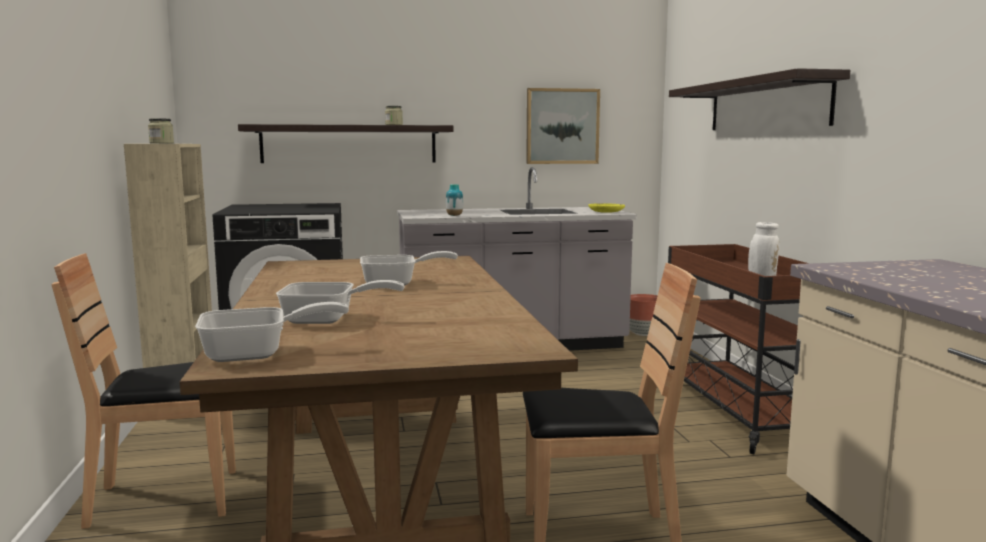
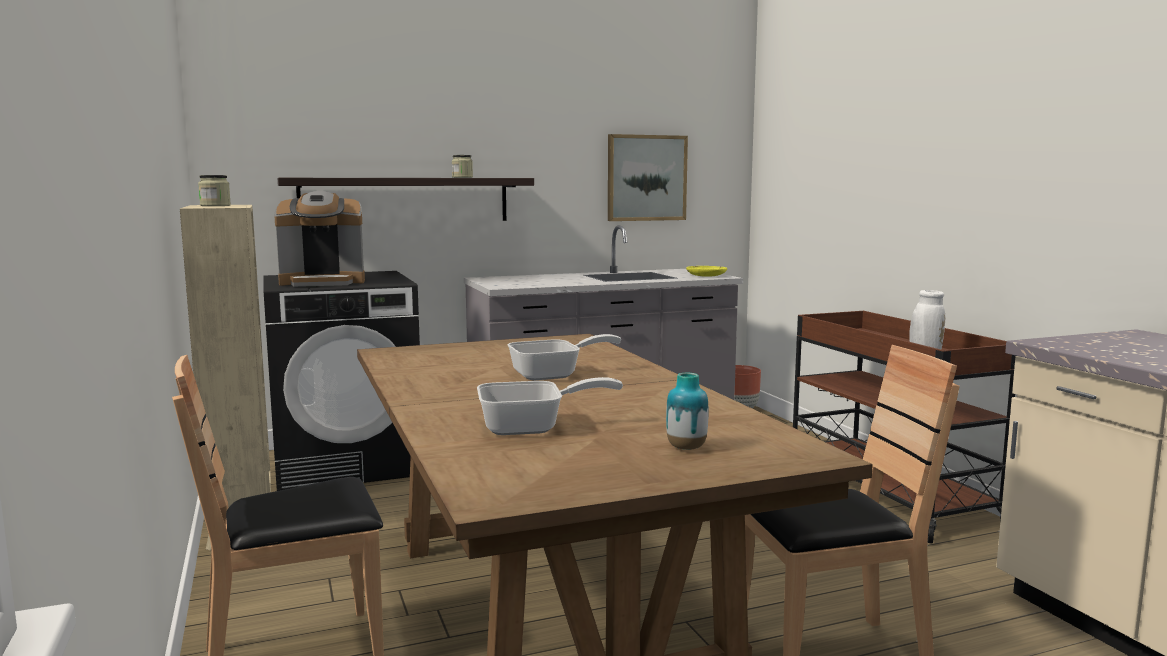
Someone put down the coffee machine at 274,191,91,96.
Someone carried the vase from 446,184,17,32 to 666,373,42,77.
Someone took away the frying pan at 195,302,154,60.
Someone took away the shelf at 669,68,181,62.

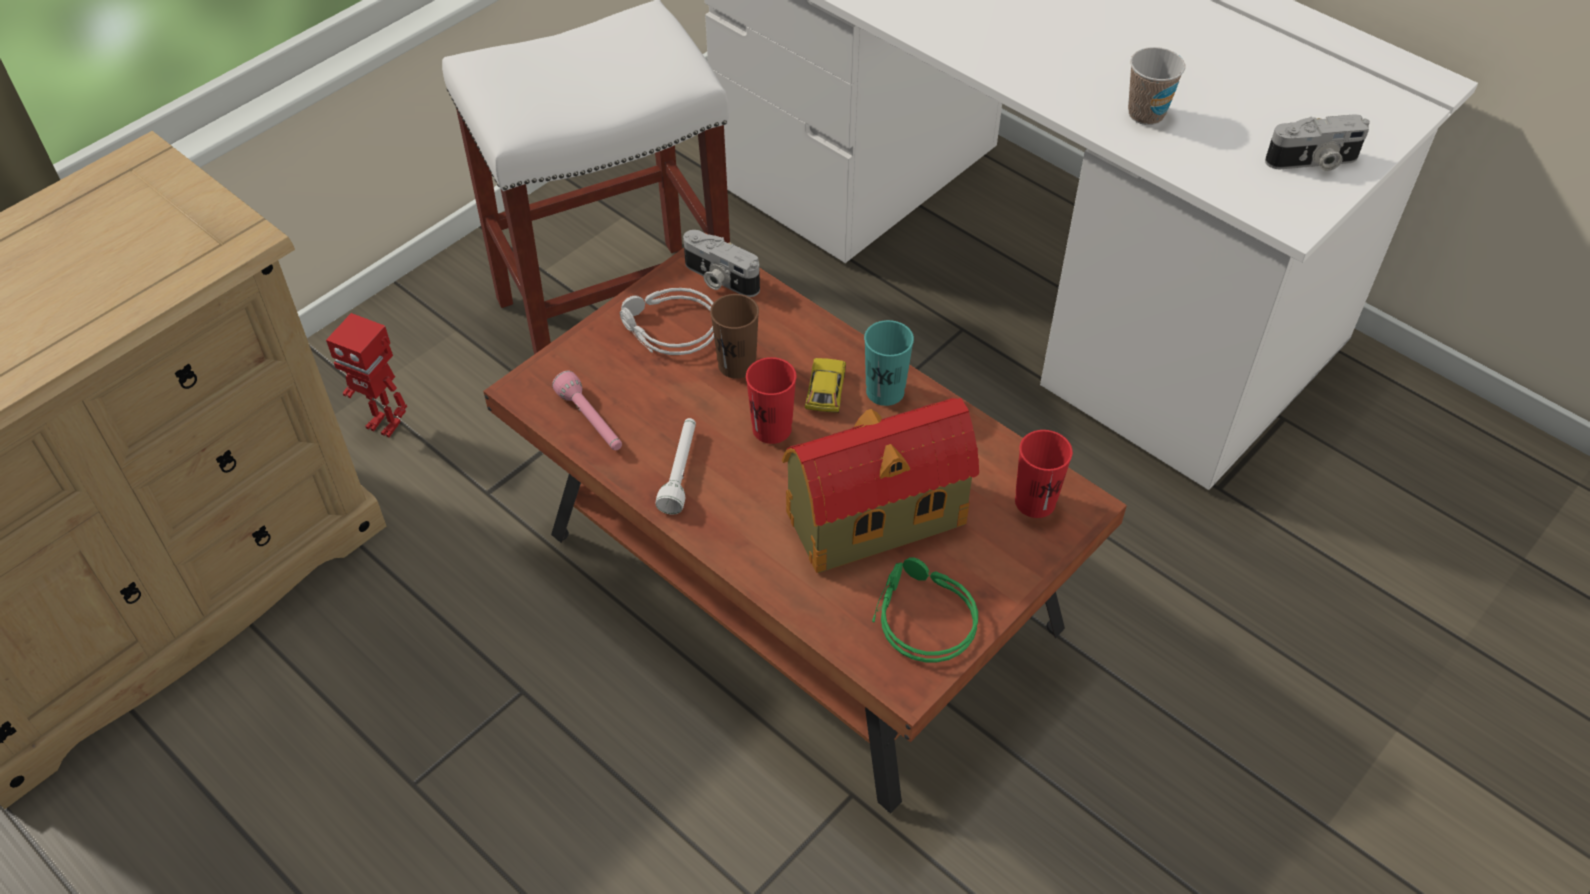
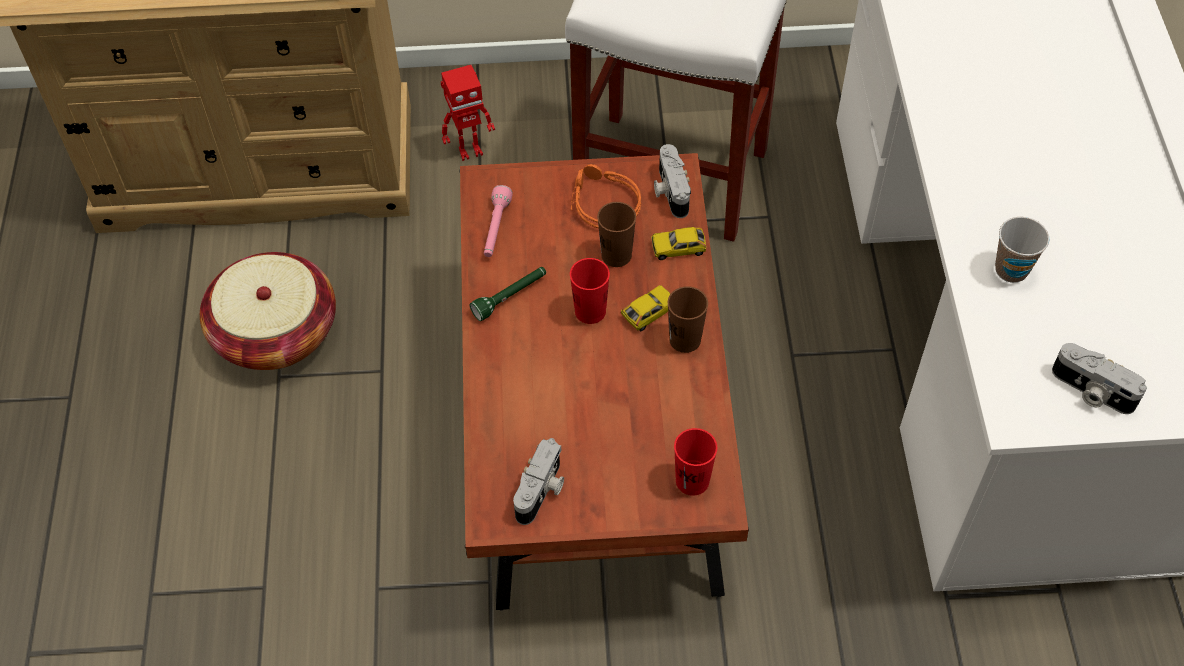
Someone put down the basket at 200,252,136,118.
Someone rotated the toy robot at 326,313,81,125 by 90 degrees counterclockwise.
Someone repainted the white flashlight at 656,418,40,97, which became the green flashlight at 469,267,77,54.
Someone swapped the green headphones at 872,557,106,105 for the photo camera at 513,438,51,87.
Someone repainted the grey headphones at 620,288,94,67, which became the orange headphones at 571,164,70,64.
Someone put down the toy car at 651,227,55,33.
Someone repainted the turquoise cup at 864,320,50,86, which became the brown cup at 668,286,40,67.
Someone took away the toy house at 782,398,197,175.

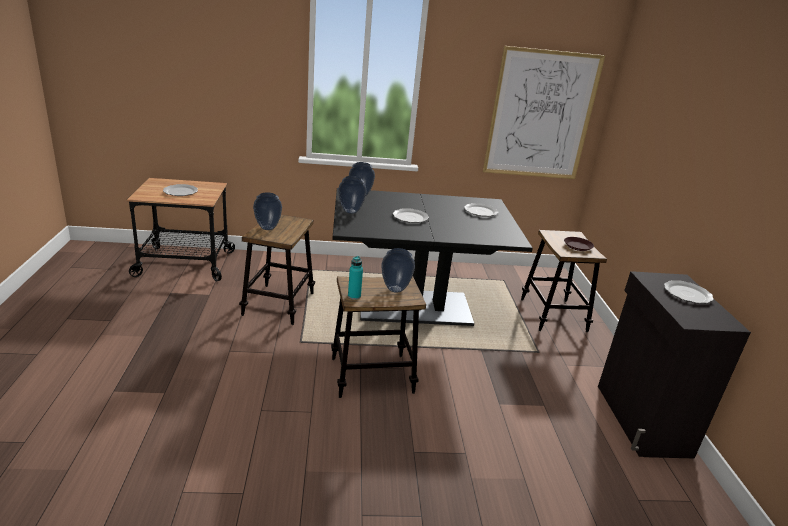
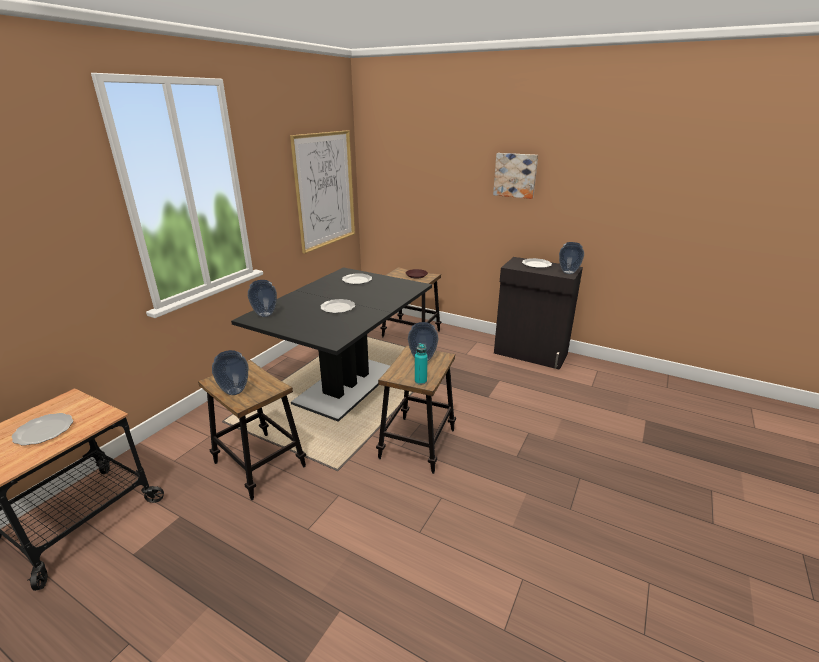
Someone put up the picture at 493,153,45,46.
Someone carried the vase from 338,176,29,38 to 559,242,25,32.

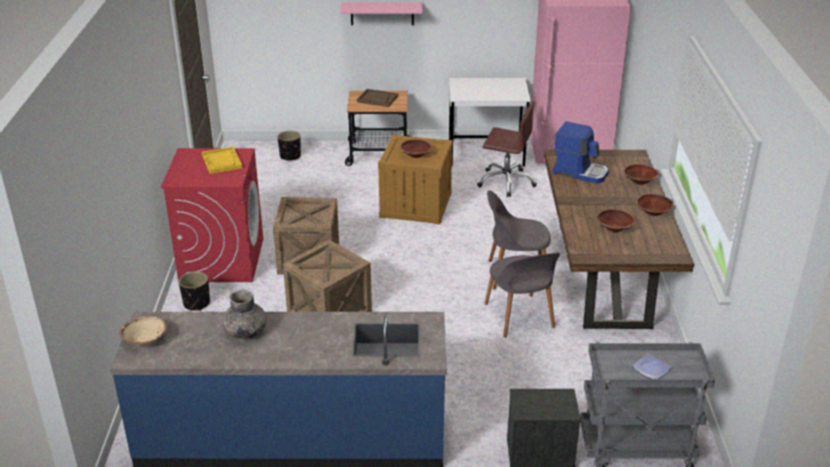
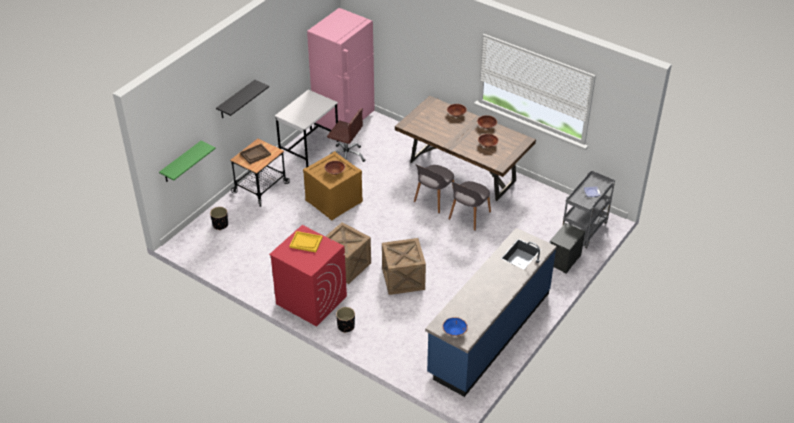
Someone put up the green shelf at 159,141,57,41.
Someone repainted the pink shelf at 340,3,83,22, which became the black shelf at 216,80,53,39.
Someone rotated the brown office chair at 477,101,60,96 by 60 degrees clockwise.
Someone repainted the beige bowl at 120,316,47,30, which became the blue bowl at 443,317,25,19.
Someone rotated the grey chair at 484,253,76,85 by 105 degrees clockwise.
Someone took away the grey vase at 222,289,45,50.
Someone took away the coffee machine at 553,121,56,63.

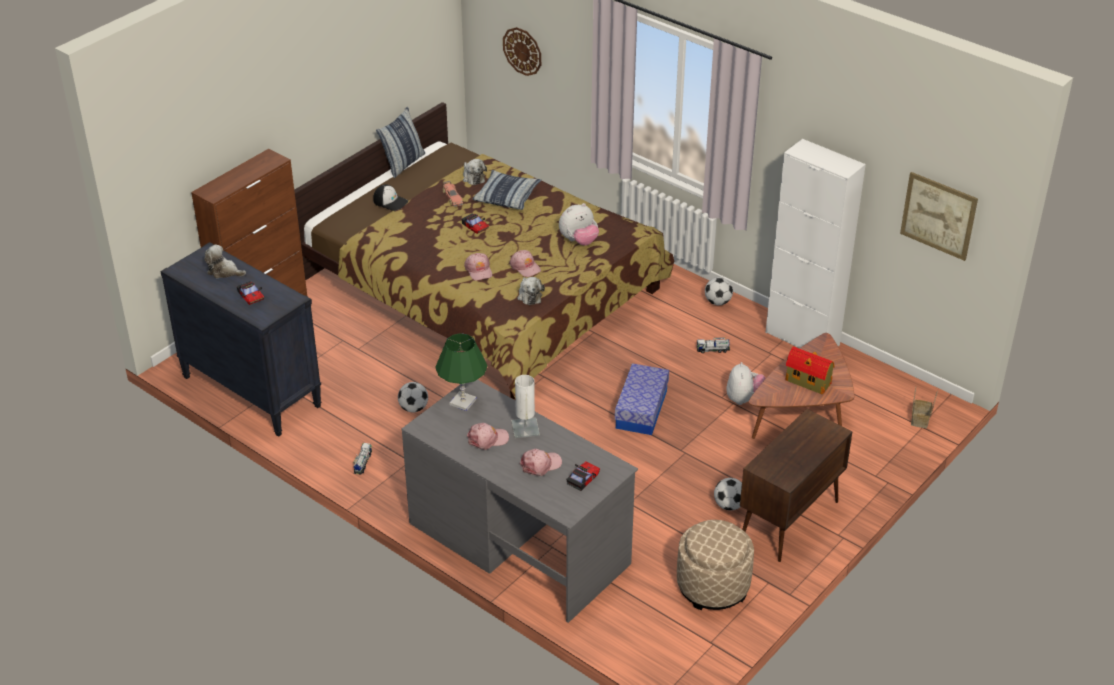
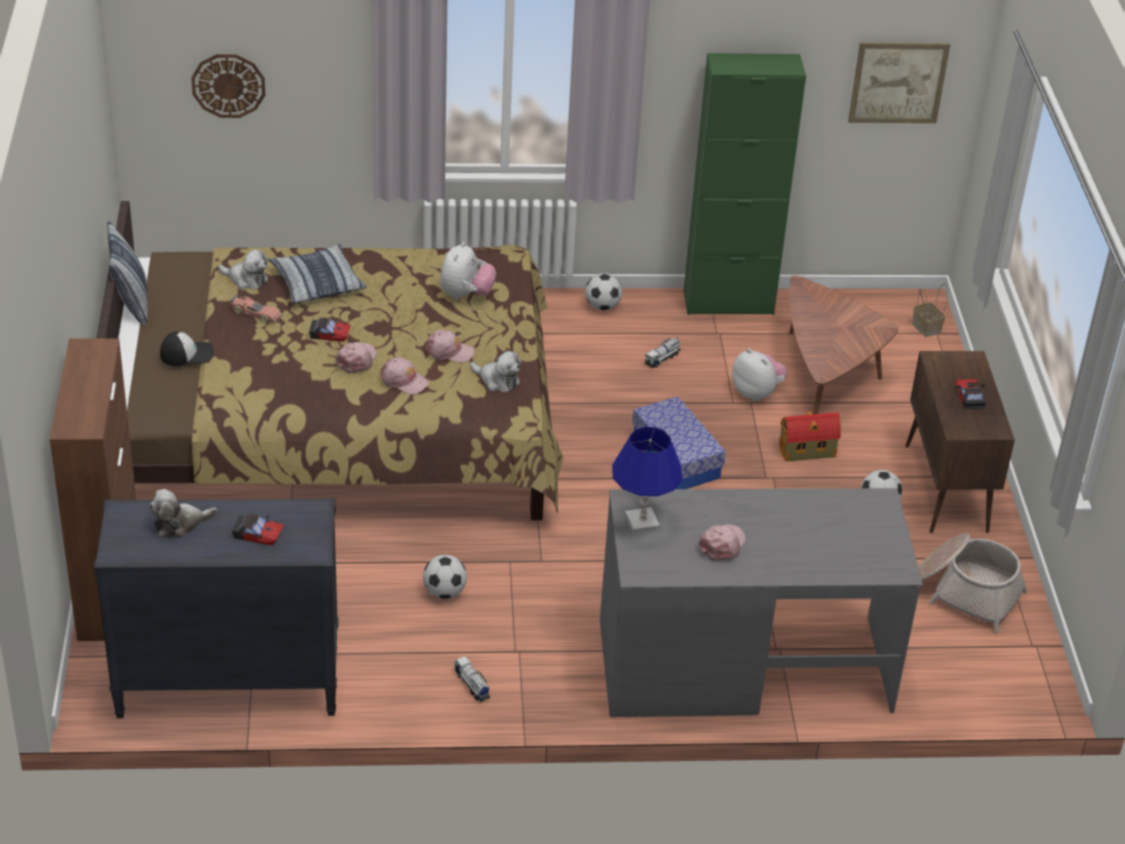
Someone carried the pink cap from 520,449,42,27 to 335,342,42,31.
Someone repainted the green table lamp at 435,333,52,78, which became the blue table lamp at 612,427,71,106.
Someone repainted the white cabinet at 765,139,101,209, which became the green cabinet at 683,53,123,262.
Someone carried the toy house from 786,346,49,49 to 779,412,62,50.
Someone swapped the beige ottoman at 677,520,77,90 for the basket at 918,533,109,100.
Someone carried the toy car from 566,461,34,30 to 956,379,30,30.
Someone took away the white table lamp at 511,375,29,63.

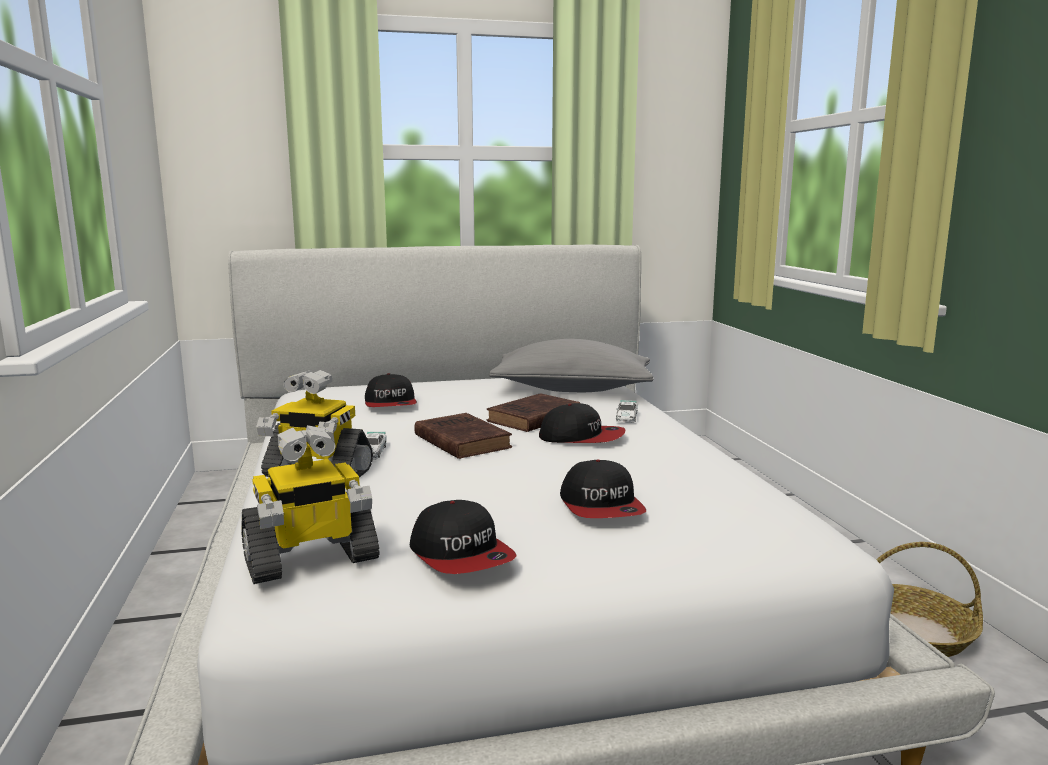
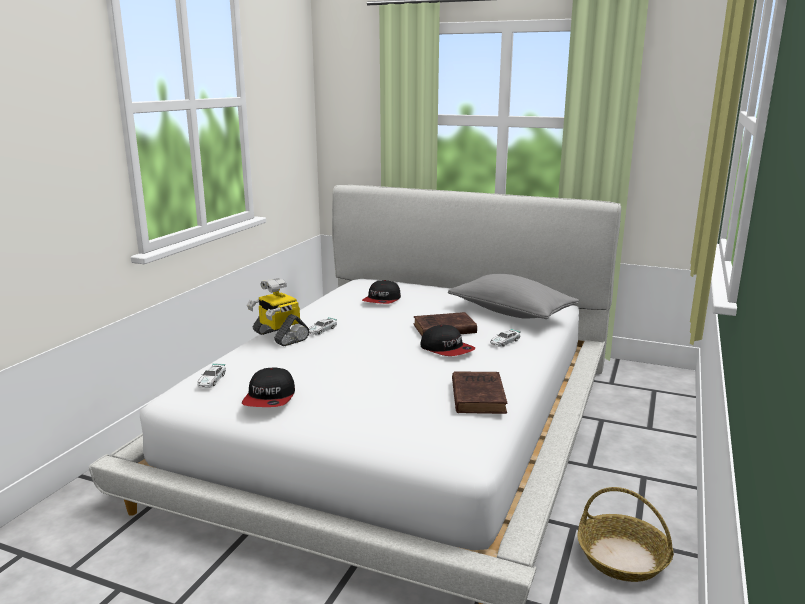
Someone swapped the toy robot at 241,425,139,159 for the toy car at 197,363,29,25.
Someone carried the brown book from 414,413,98,46 to 452,371,55,43.
Someone took away the cap at 560,460,86,58.

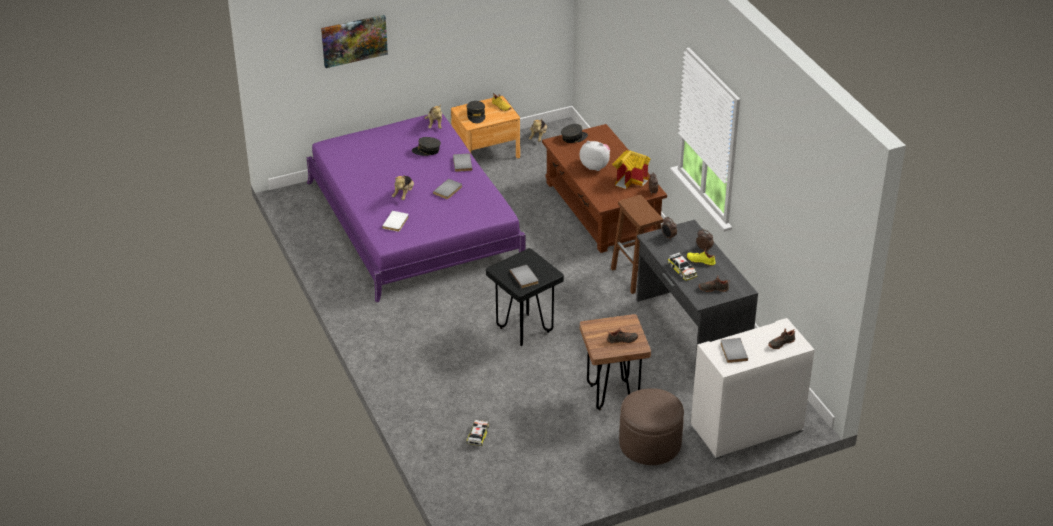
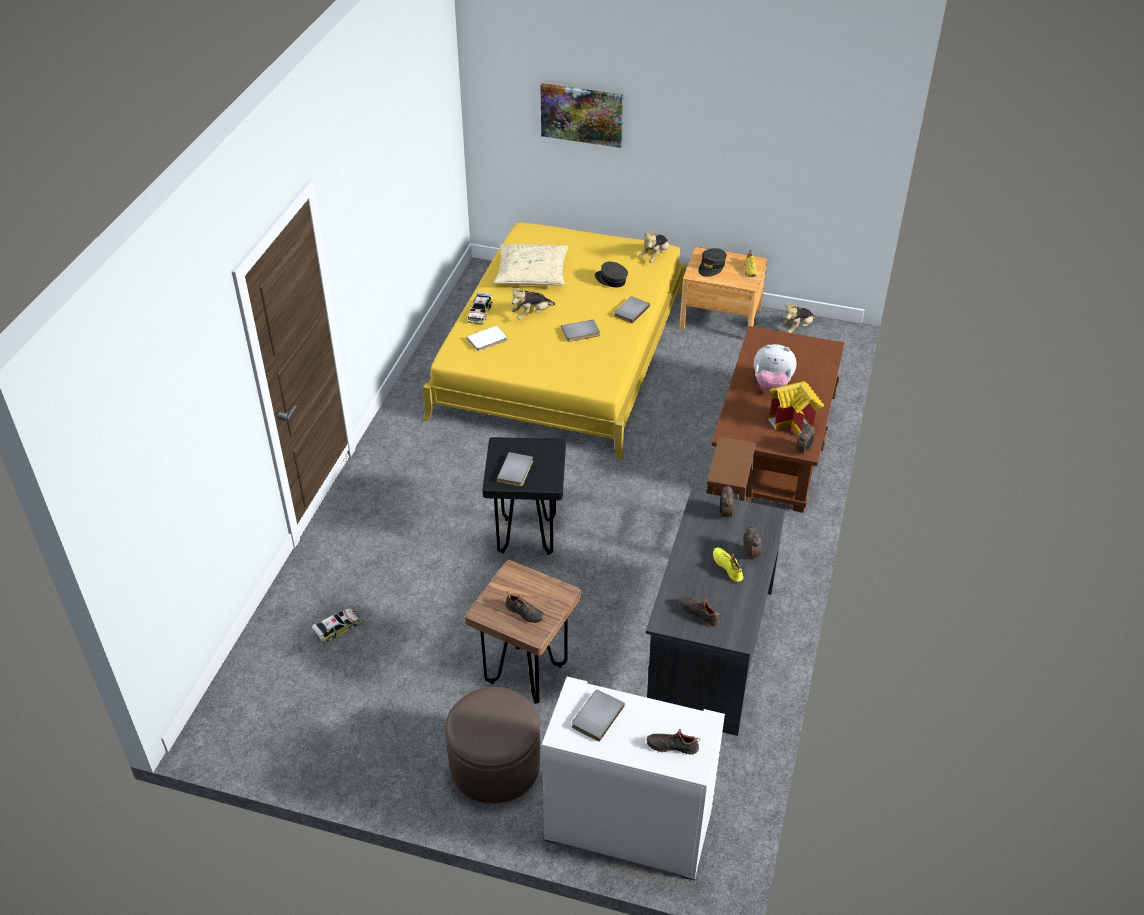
Someone repainted the purple bed at 307,114,219,189, which became the yellow bed at 423,222,263,239.
Someone carried the toy car from 668,252,29,29 to 468,292,25,32.
Someone put down the beige pillow at 494,244,75,42.
Someone rotated the plush toy at 580,141,30,30 by 135 degrees clockwise.
Someone took away the grey cap at 561,124,27,19.

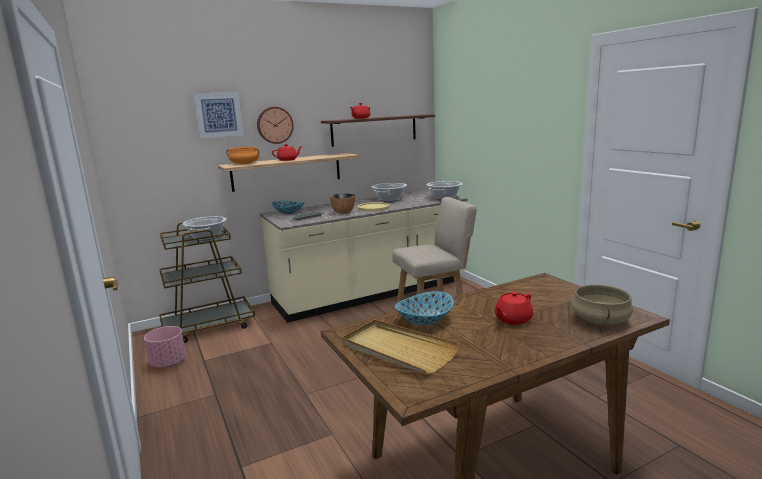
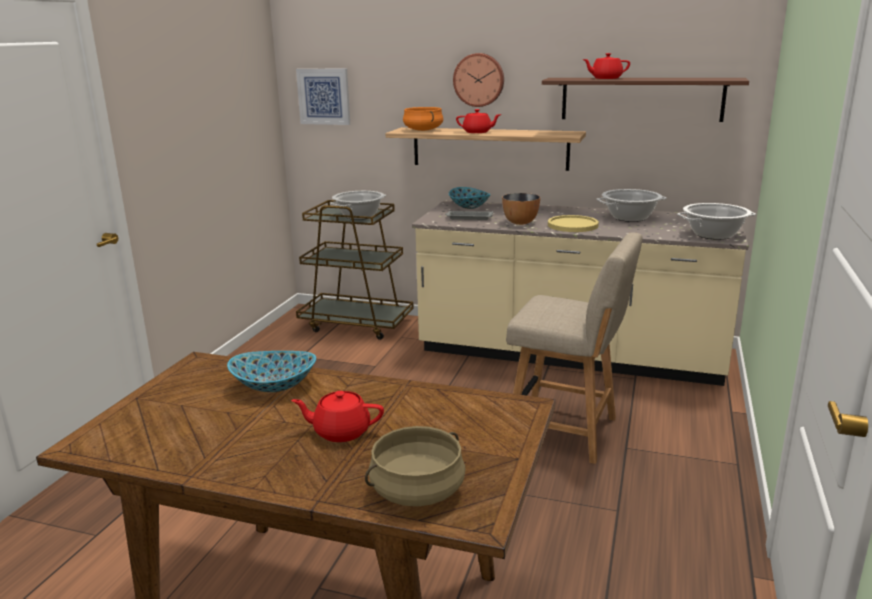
Someone carried the picture from 193,92,51,47 to 296,69,54,56.
Someone took away the pink planter at 144,326,42,41.
Someone took away the beige tray at 342,320,119,54.

